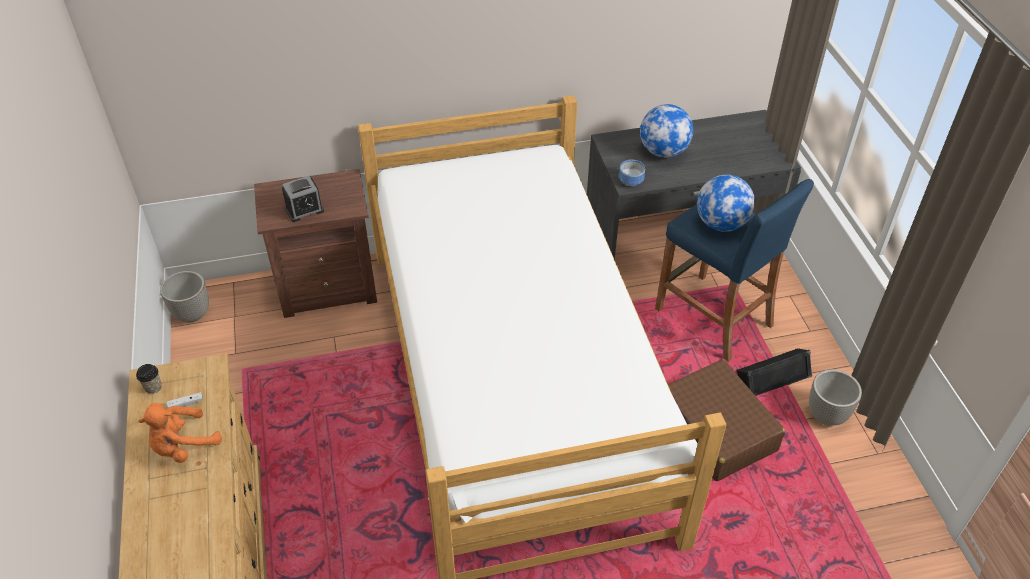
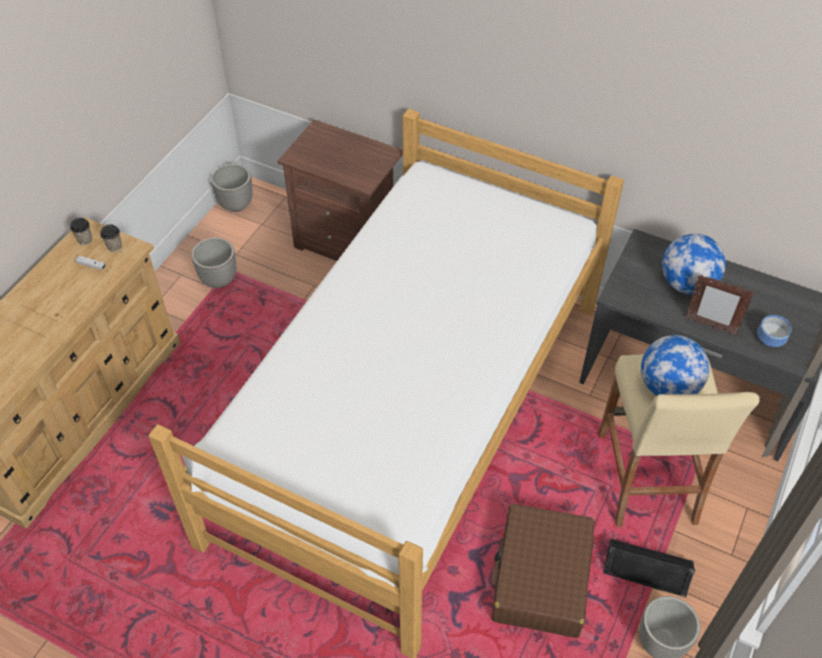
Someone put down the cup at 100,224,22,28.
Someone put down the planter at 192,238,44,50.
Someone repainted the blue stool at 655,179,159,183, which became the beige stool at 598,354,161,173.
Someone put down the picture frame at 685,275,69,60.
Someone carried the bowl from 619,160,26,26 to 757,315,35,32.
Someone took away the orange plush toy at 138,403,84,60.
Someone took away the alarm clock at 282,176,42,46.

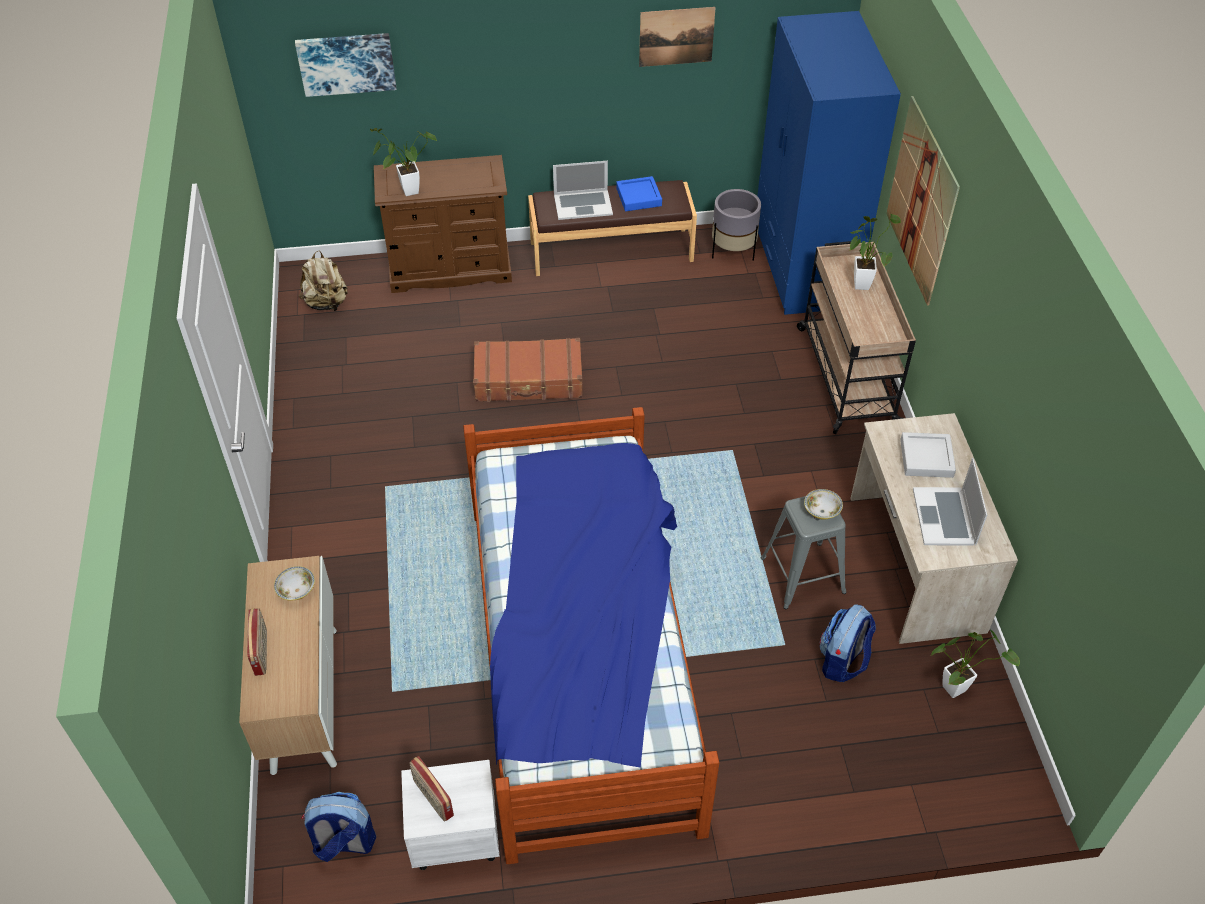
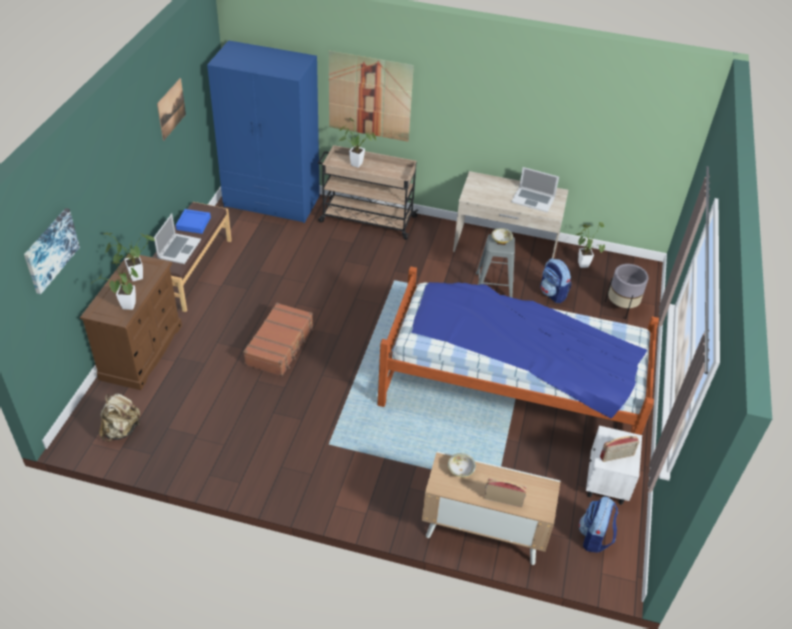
Someone put down the potted plant at 103,233,52,48.
Someone carried the grey planter from 712,189,49,72 to 605,264,44,55.
Someone took away the grey tray at 900,432,56,46.

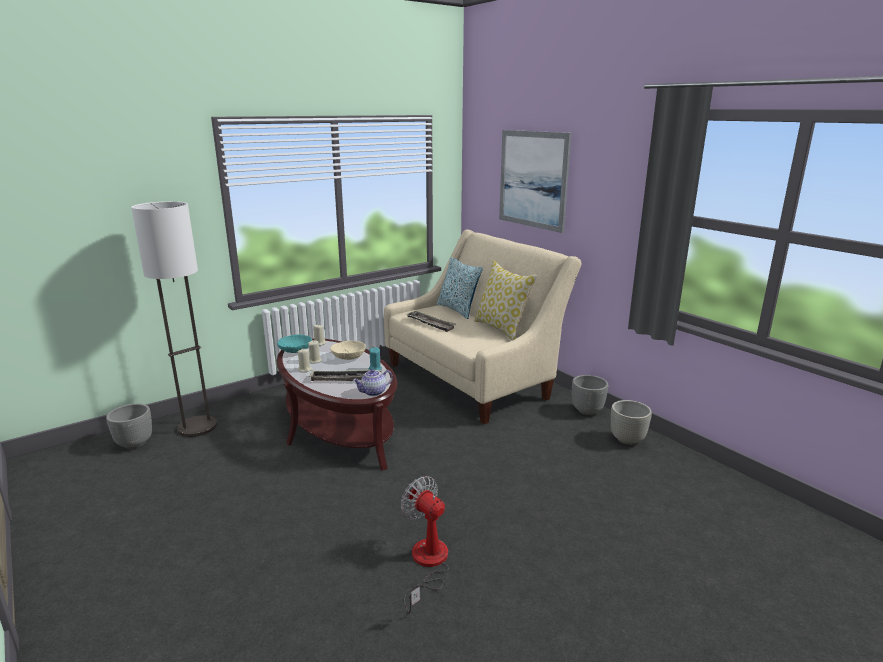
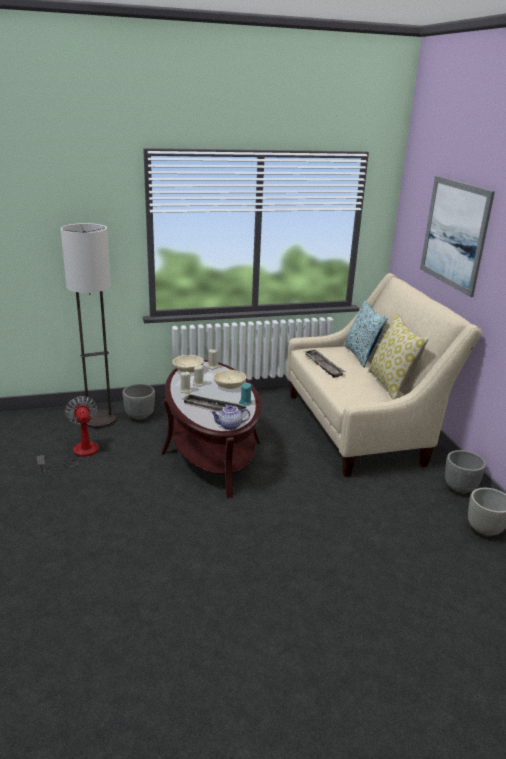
Someone carried the fan from 401,476,48,137 to 36,396,63,77.
Someone carried the grey planter from 106,403,46,46 to 123,384,32,36.
Someone repainted the turquoise bowl at 277,334,35,19, which became the beige bowl at 172,355,32,17.

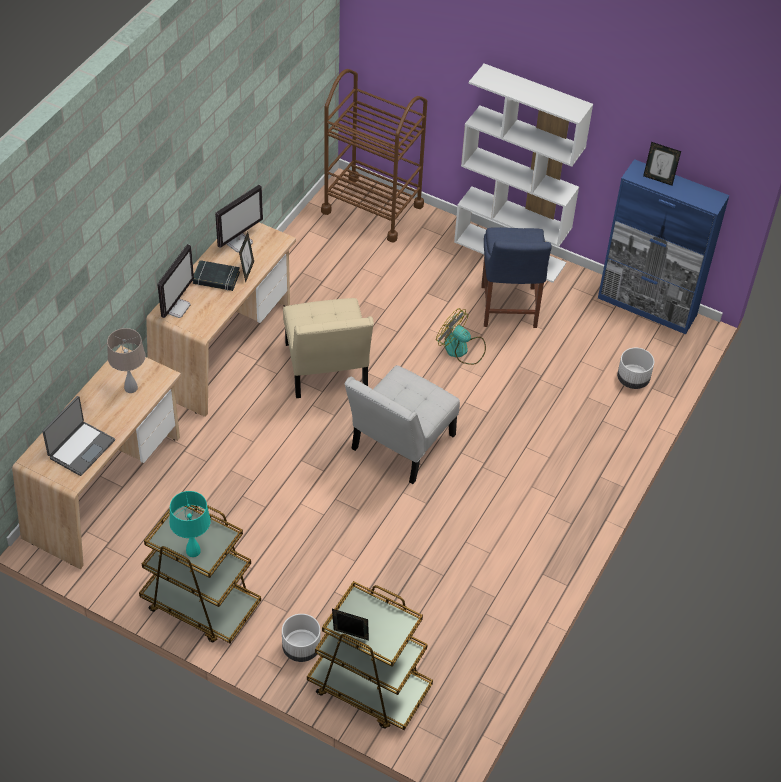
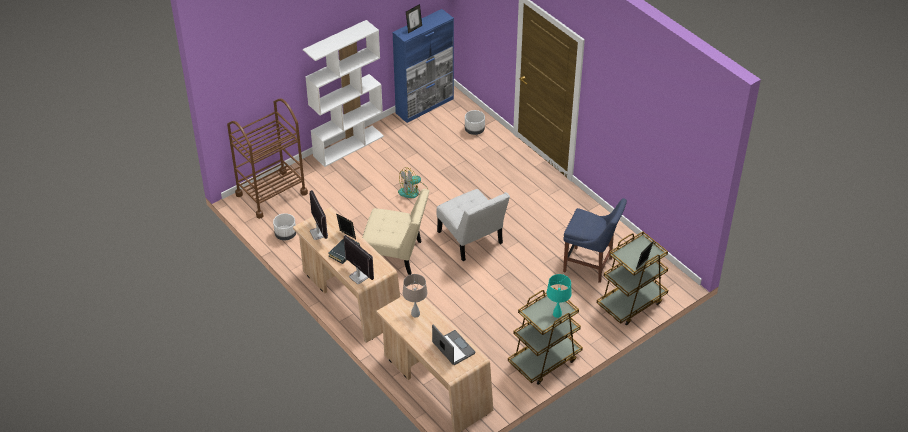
Someone carried the white planter from 282,614,39,48 to 273,213,23,27.
Someone carried the blue chair from 481,227,71,101 to 563,198,64,85.

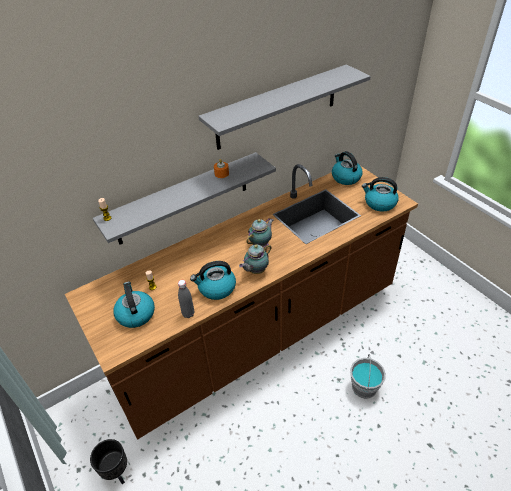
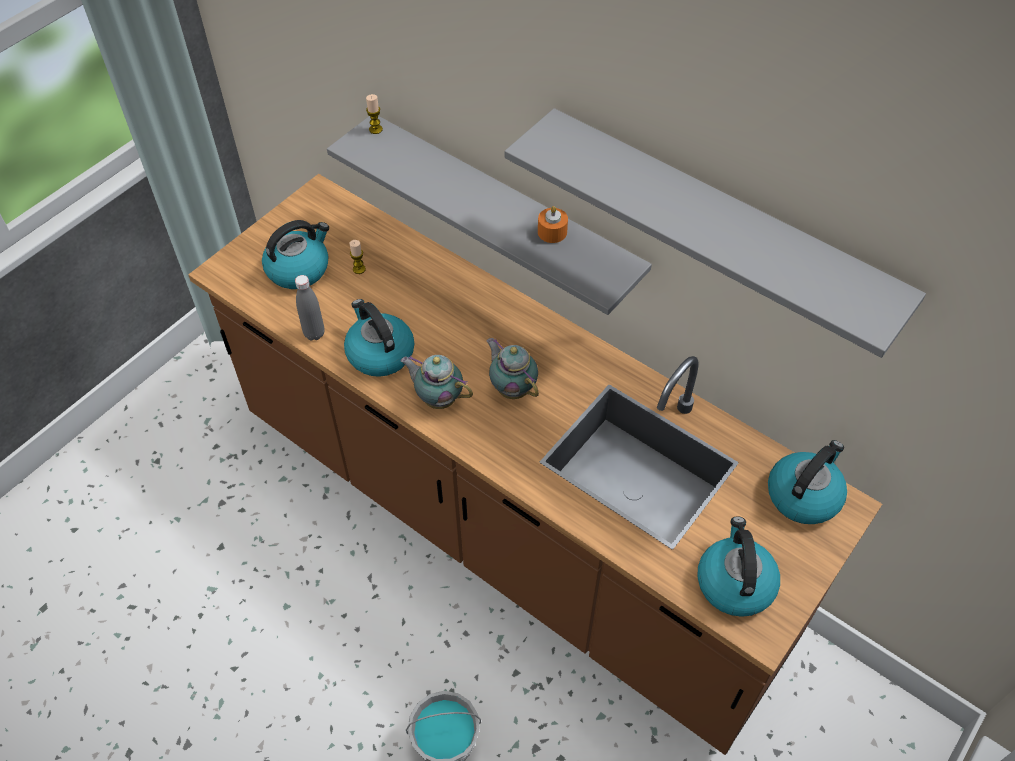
Someone rotated the teapot at 246,218,27,29 by 150 degrees counterclockwise.
Someone took away the black planter at 90,439,37,45.

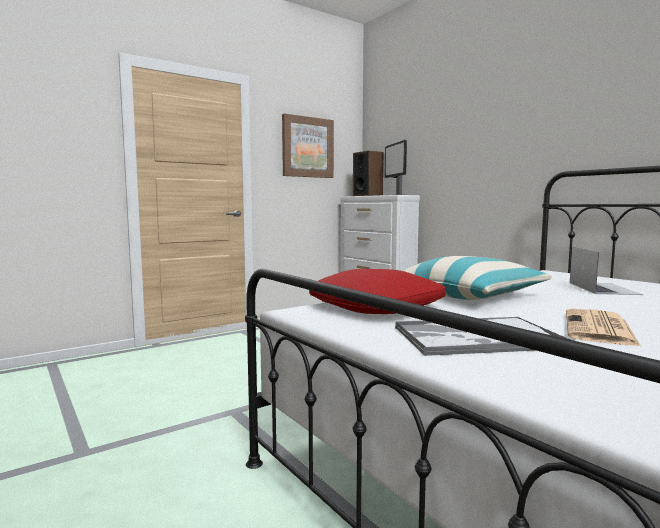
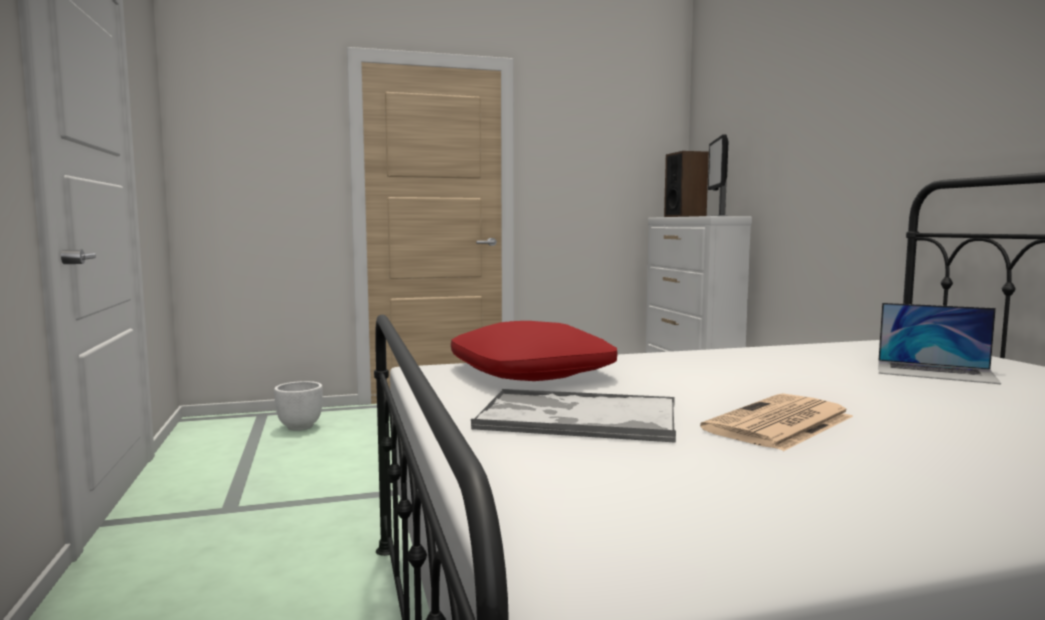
Someone put down the white planter at 274,381,49,50.
Someone rotated the laptop at 570,246,74,49 by 90 degrees clockwise.
Someone took away the picture at 282,114,52,64.
Someone took away the pillow at 403,256,148,44.

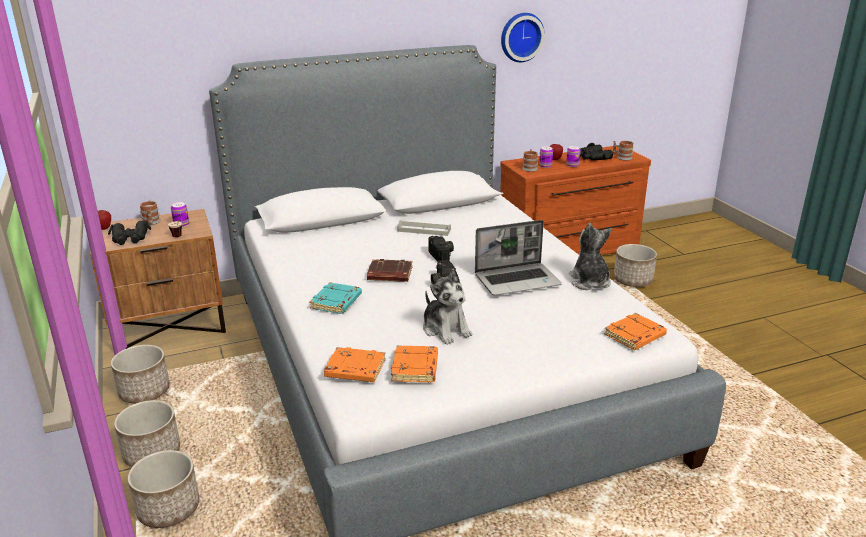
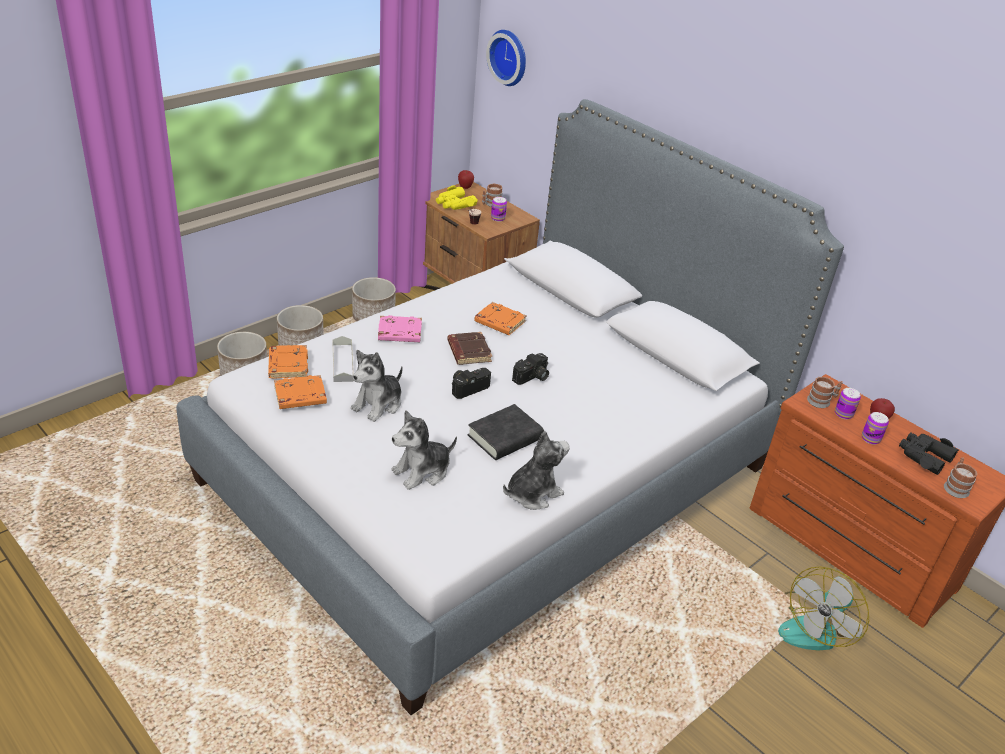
Someone carried the grey tray from 397,220,54,16 to 332,336,22,46.
Someone repainted the turquoise book at 309,282,53,32, which became the pink book at 378,315,44,27.
Someone put down the plush toy at 392,410,65,80.
Someone repainted the black binoculars at 108,221,43,24, which became the yellow binoculars at 436,185,42,25.
Someone swapped the laptop at 475,220,86,76 for the black book at 467,404,77,56.
Someone carried the orange book from 604,313,63,37 to 474,302,53,33.
Someone carried the wall clock from 501,13,44,49 to 486,30,40,56.
Someone swapped the planter at 614,244,43,43 for the fan at 778,566,91,84.

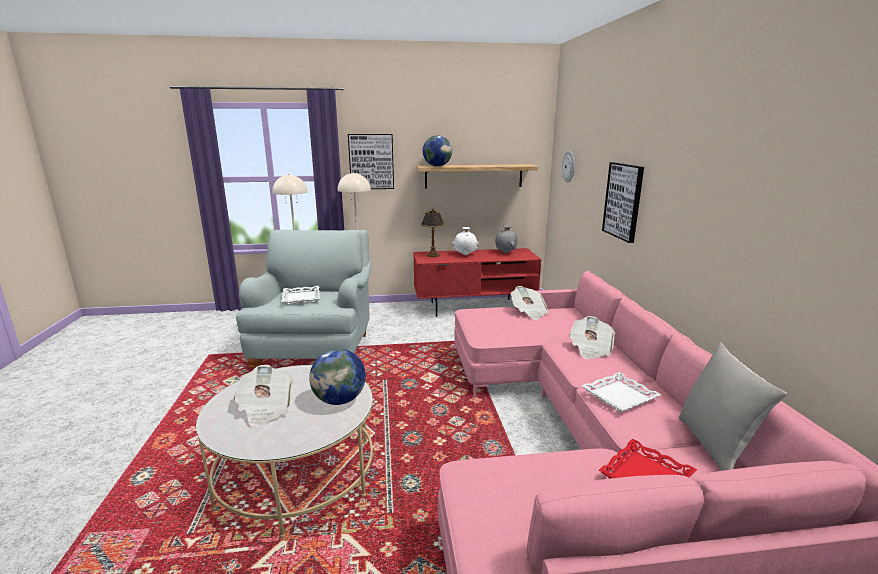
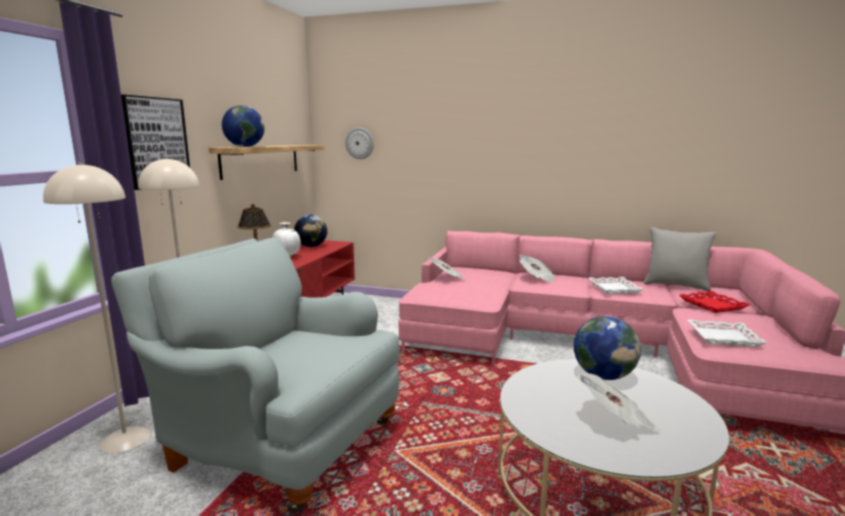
Someone swapped the grey vase at 495,225,23,28 for the globe at 294,215,33,32.
Someone carried the white tray from 281,286,39,19 to 688,320,79,27.
Someone took away the picture at 602,162,42,81.

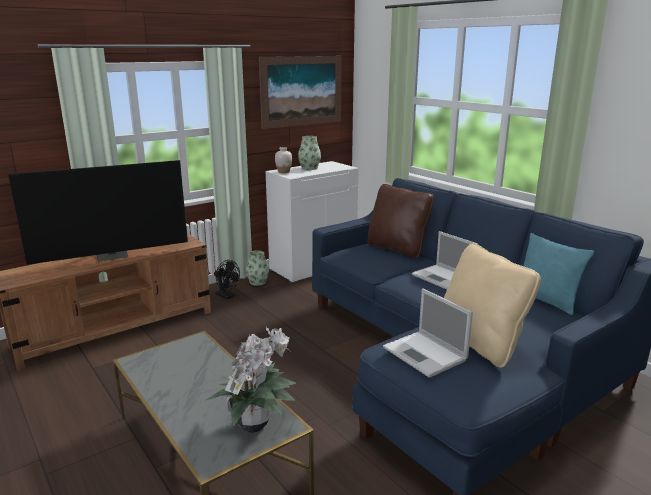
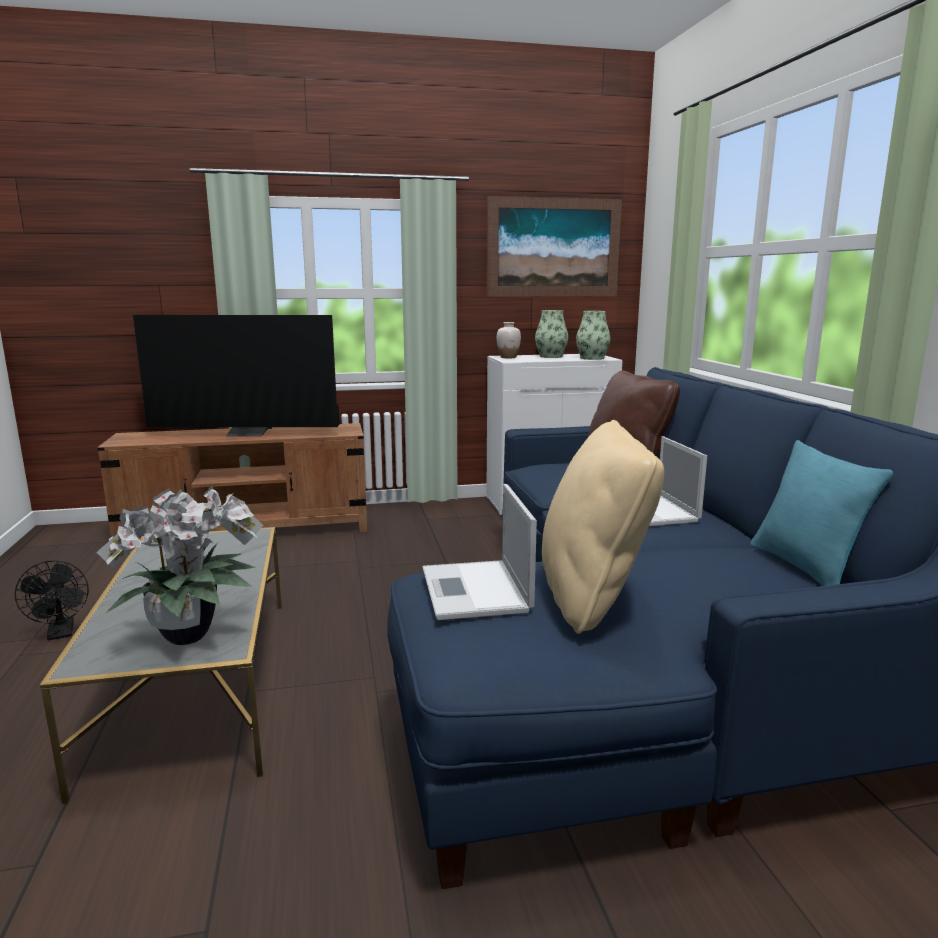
Someone carried the black fan from 214,260,26,39 to 15,560,74,80.
Someone carried the vase from 246,250,23,36 to 576,311,35,49.

